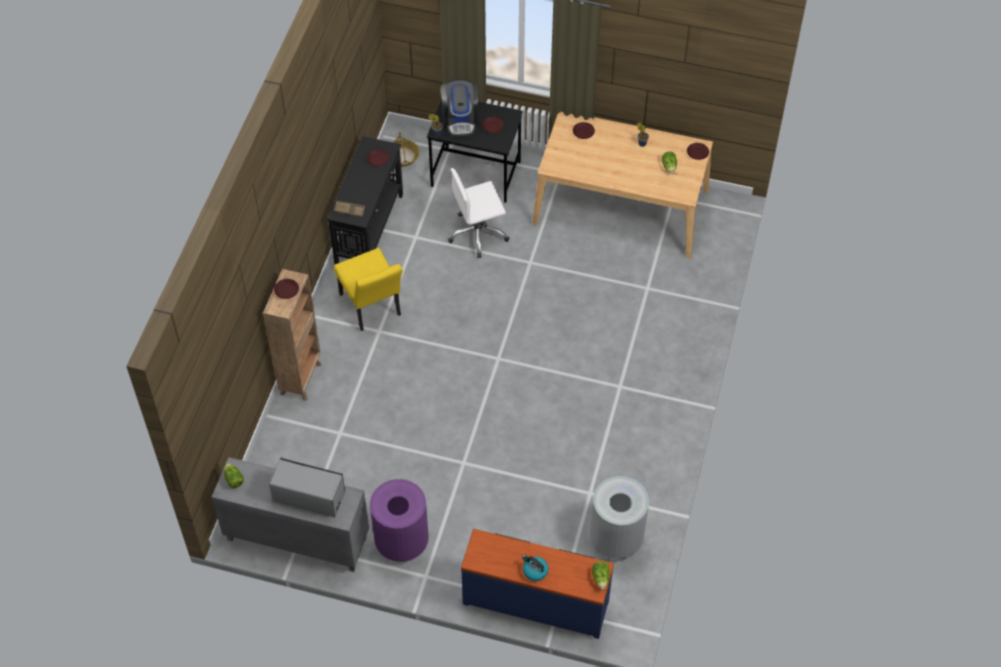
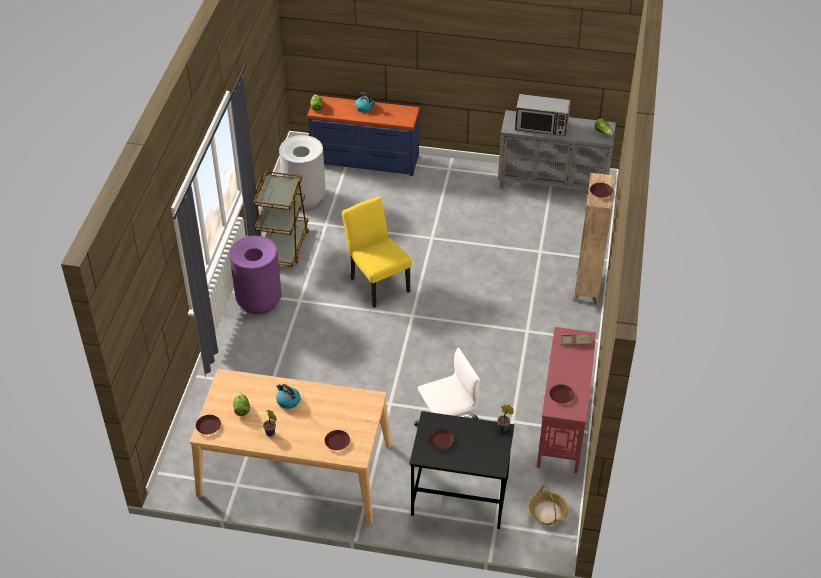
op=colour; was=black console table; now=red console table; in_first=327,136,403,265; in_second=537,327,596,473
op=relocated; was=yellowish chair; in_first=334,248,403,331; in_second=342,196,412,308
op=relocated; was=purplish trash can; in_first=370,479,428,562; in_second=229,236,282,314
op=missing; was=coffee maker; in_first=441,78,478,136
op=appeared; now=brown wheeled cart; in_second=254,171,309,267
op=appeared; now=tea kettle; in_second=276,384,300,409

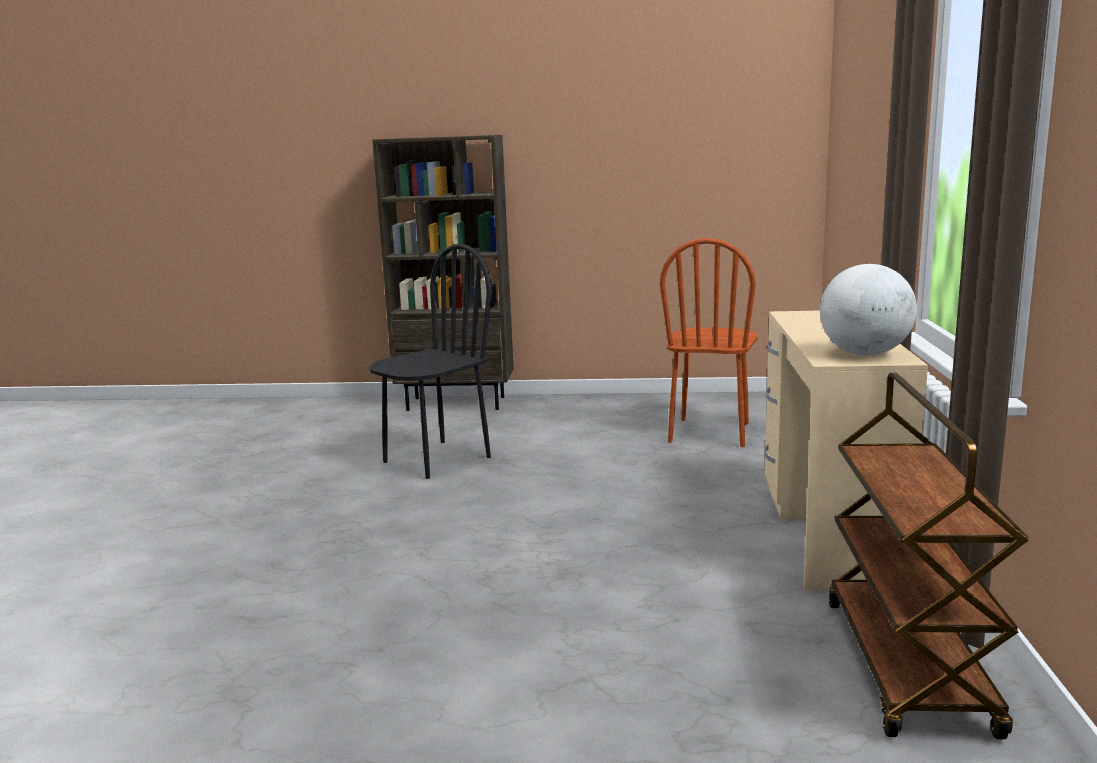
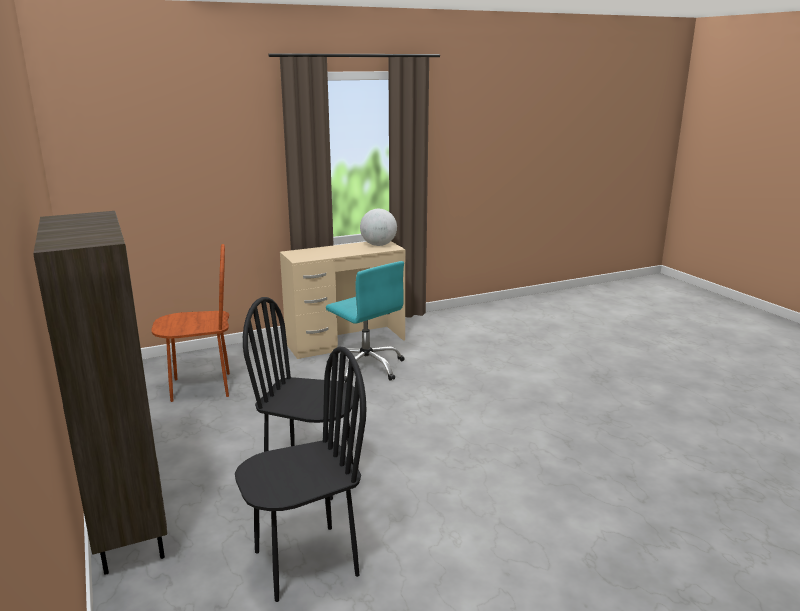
op=missing; was=brown wheeled cart; in_first=829,373,1029,739
op=appeared; now=black chair; in_second=235,346,366,602
op=appeared; now=turquoise-coloured office chair; in_second=326,261,404,383

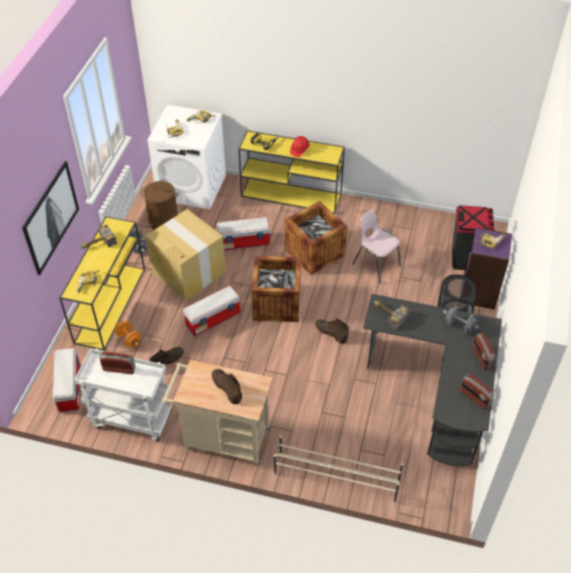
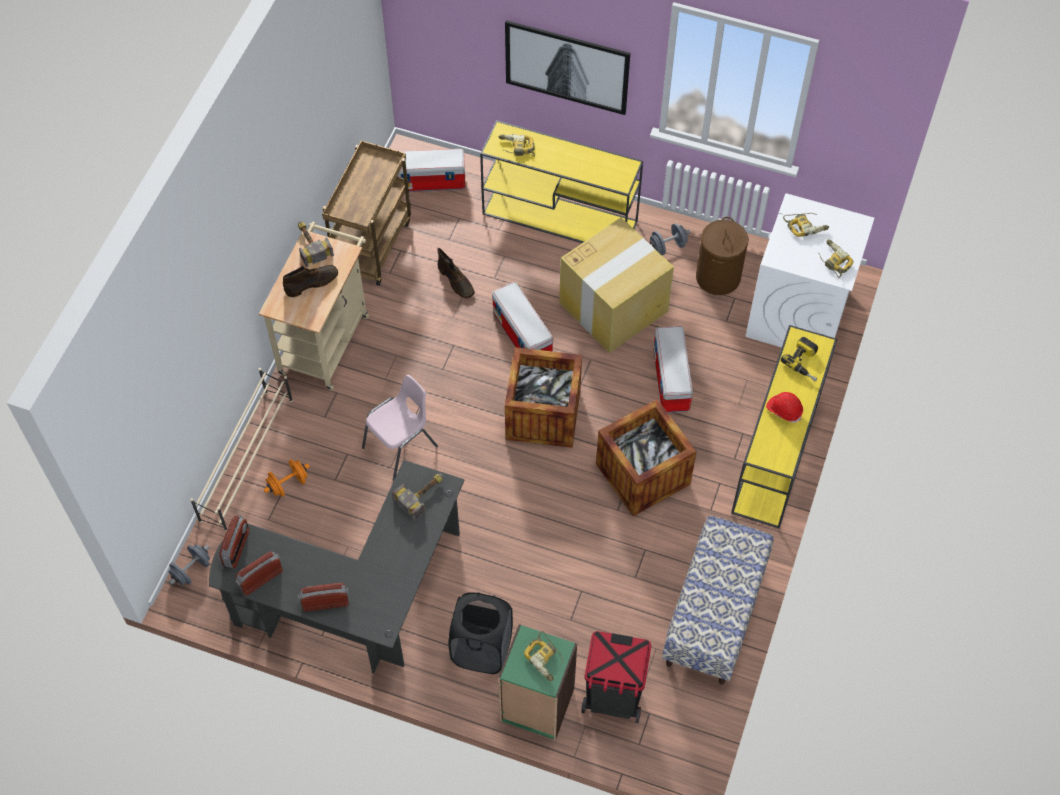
op=colour; was=white wheeled cart; now=brown wheeled cart; in_first=74,348,173,442; in_second=322,141,411,286
op=relocated; was=hand hammer; in_first=80,224,117,249; in_second=298,221,334,267
op=relocated; was=radio receiver; in_first=99,351,135,374; in_second=219,514,249,568
op=relocated; was=orange-coloured free weight; in_first=115,321,141,347; in_second=264,459,310,497
op=missing; was=brown boot; in_first=315,319,349,344
op=relocated; was=pinkish chair; in_first=352,209,401,284; in_second=362,375,438,481
op=relocated; was=gray free weight; in_first=443,306,479,333; in_second=168,544,210,585
op=colour; was=purplish bookshelf; now=green bookshelf; in_first=465,228,512,310; in_second=498,624,577,740
op=appeared; now=indoor bench; in_second=662,516,773,685

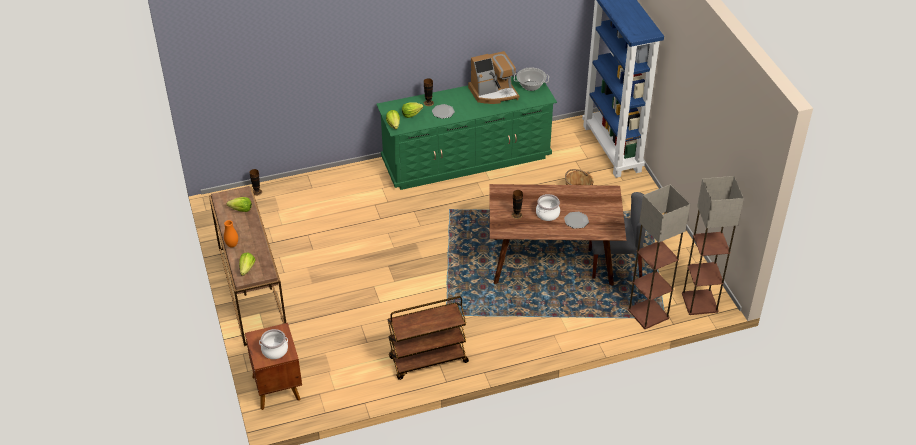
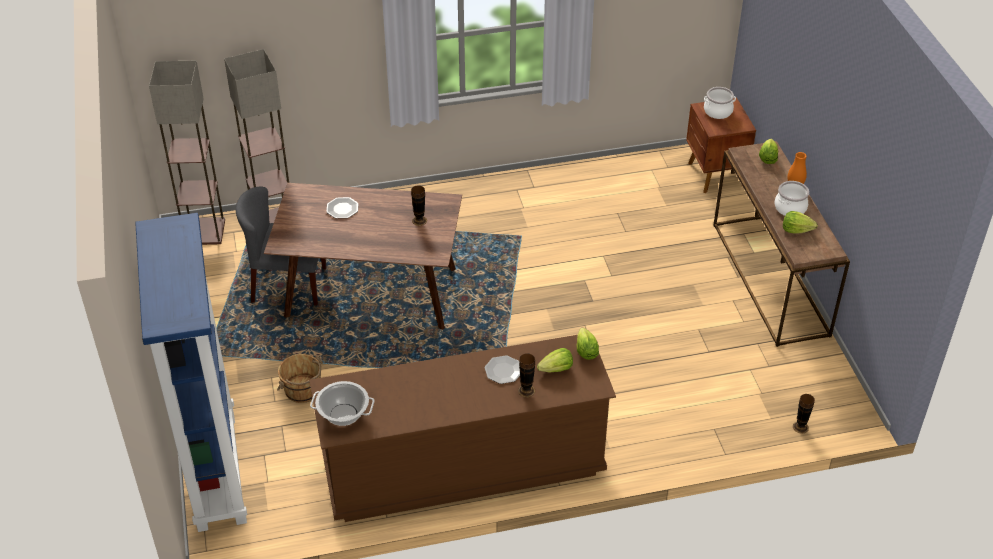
op=colour; was=green drawer chest; now=brown drawer chest; in_first=376,76,557,190; in_second=309,335,616,522
op=missing; was=brown wheeled cart; in_first=387,296,469,380
op=missing; was=coffee maker; in_first=468,51,519,104
op=relocated; was=stockpot; in_first=536,194,560,221; in_second=775,181,809,216

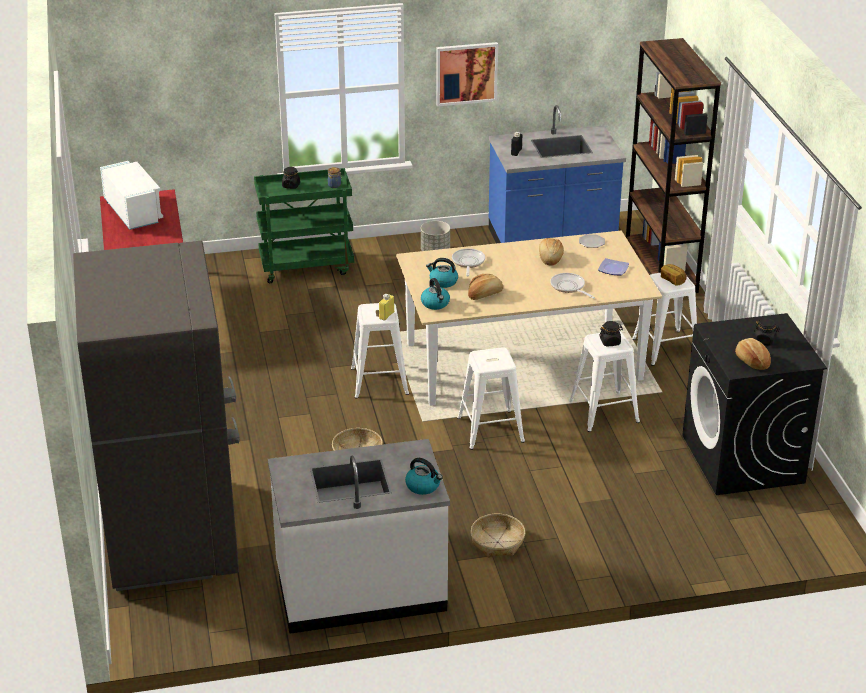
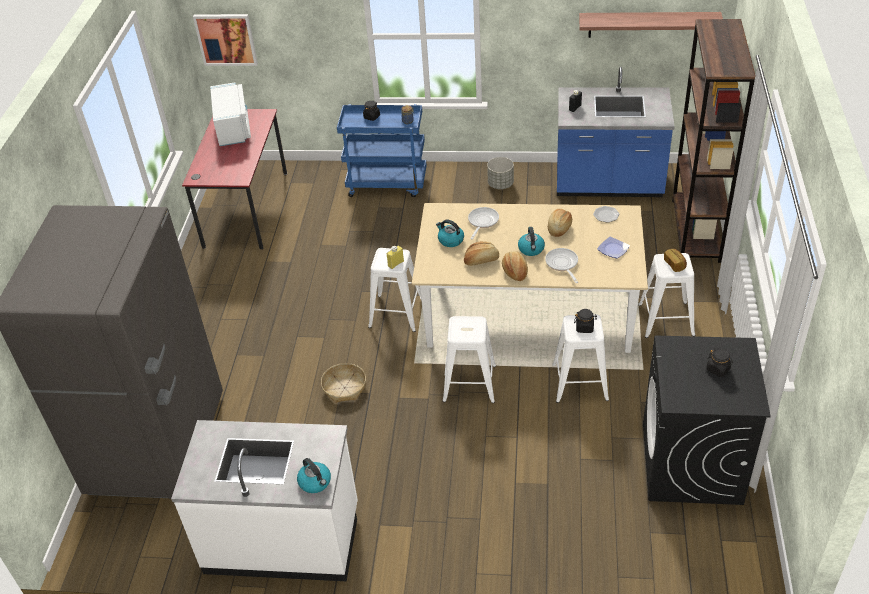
op=colour; was=green wheeled cart; now=bluish wheeled cart; in_first=254,168,354,283; in_second=337,104,427,197
op=relocated; was=tea kettle; in_first=421,278,450,310; in_second=518,227,545,256
op=relocated; was=wall art; in_first=436,42,498,106; in_second=193,14,258,66
op=missing; was=storage basket; in_first=471,514,525,557
op=relocated; was=baked bread; in_first=735,338,771,370; in_second=502,251,528,281
op=appeared; now=bracket shelf; in_second=579,12,723,38

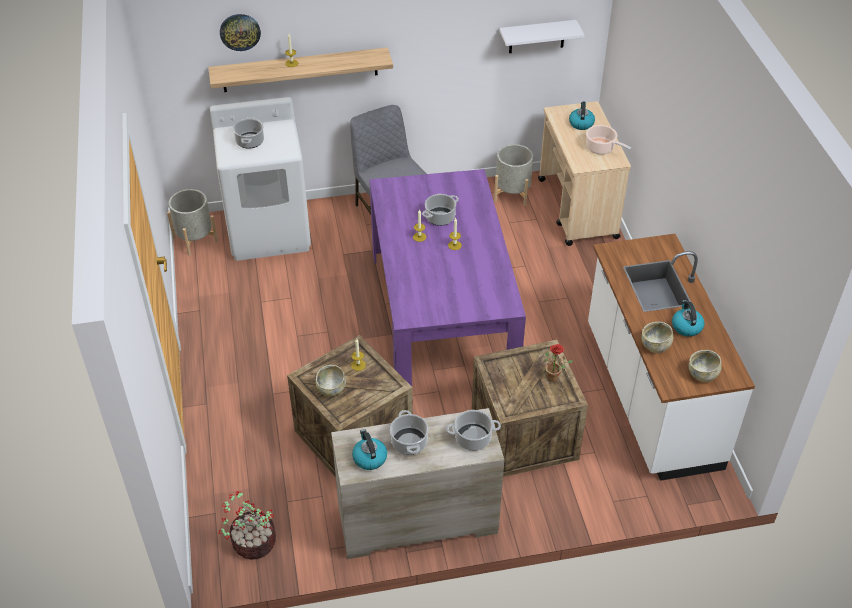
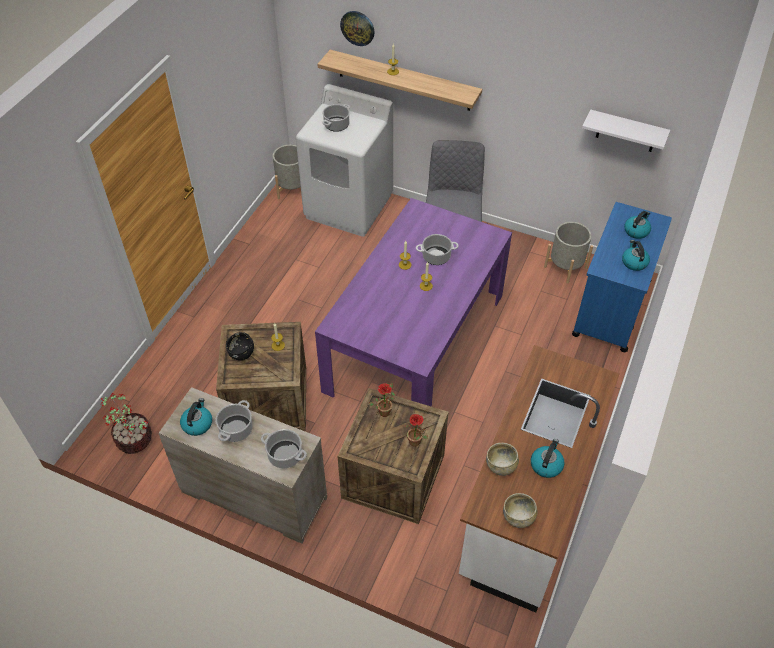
op=colour; was=beige serving bowl; now=black serving bowl; in_first=316,365,346,396; in_second=226,332,254,360
op=colour; was=beige wheeled cart; now=bluish wheeled cart; in_first=538,101,631,246; in_second=572,202,672,352
op=exchanged; was=stockpot; now=tea kettle; in_first=586,125,631,155; in_second=622,240,650,271
op=appeared; now=houseplant; in_second=369,383,395,417

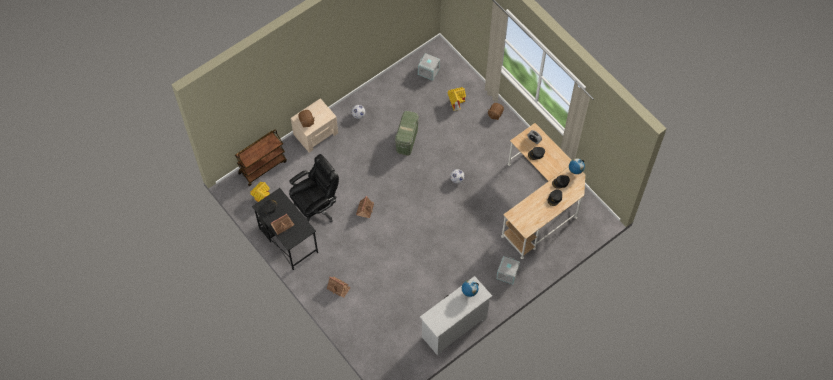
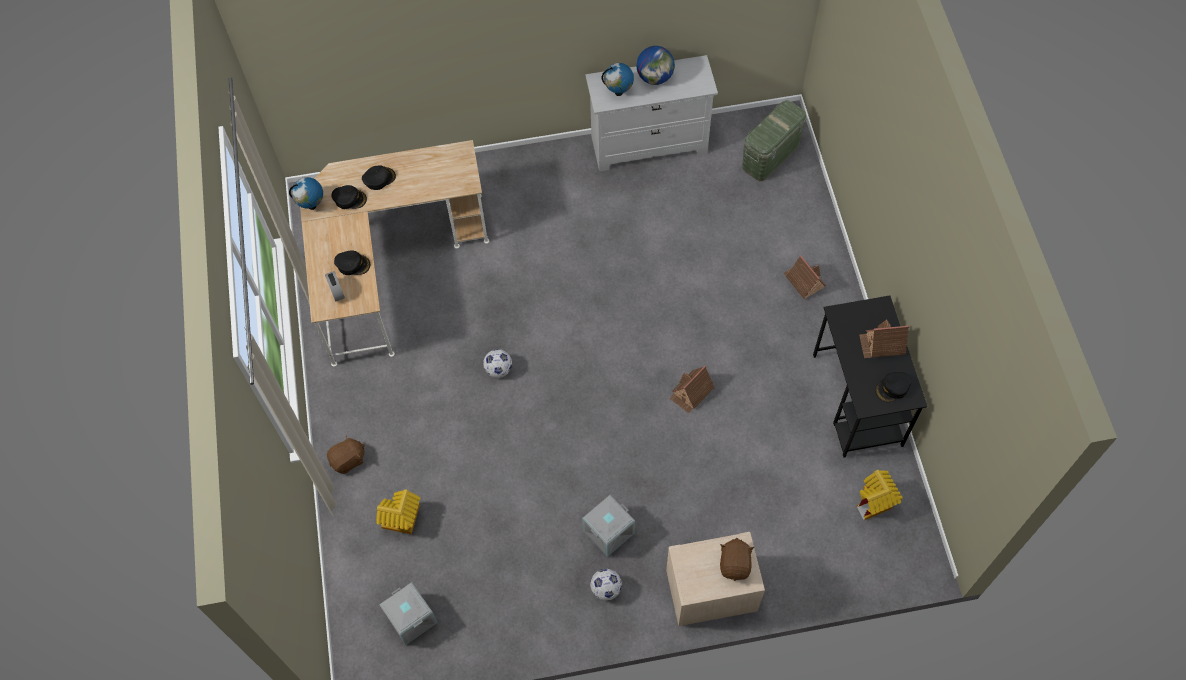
op=missing; was=brown wheeled cart; in_first=235,129,287,186
op=missing; was=black office chair; in_first=289,154,339,222
op=relocated; was=green storage bin; in_first=395,111,419,156; in_second=742,100,807,181
op=relocated; was=gray storage bin; in_first=496,256,520,284; in_second=582,495,635,557
op=appeared; now=desk globe; in_second=636,46,675,85

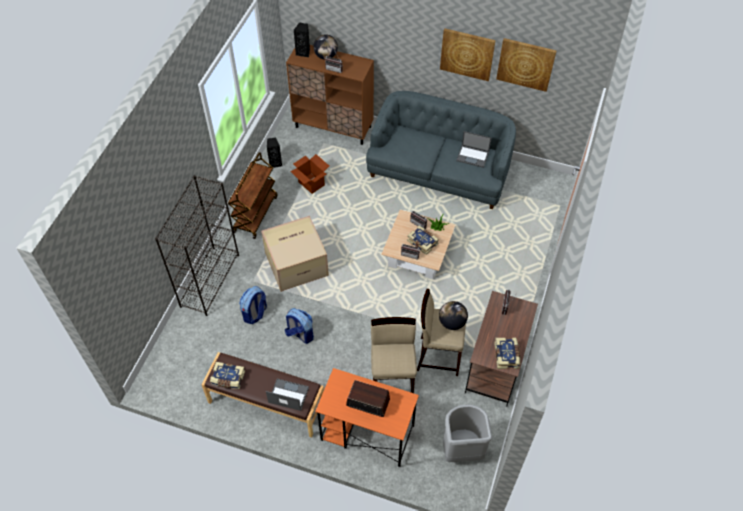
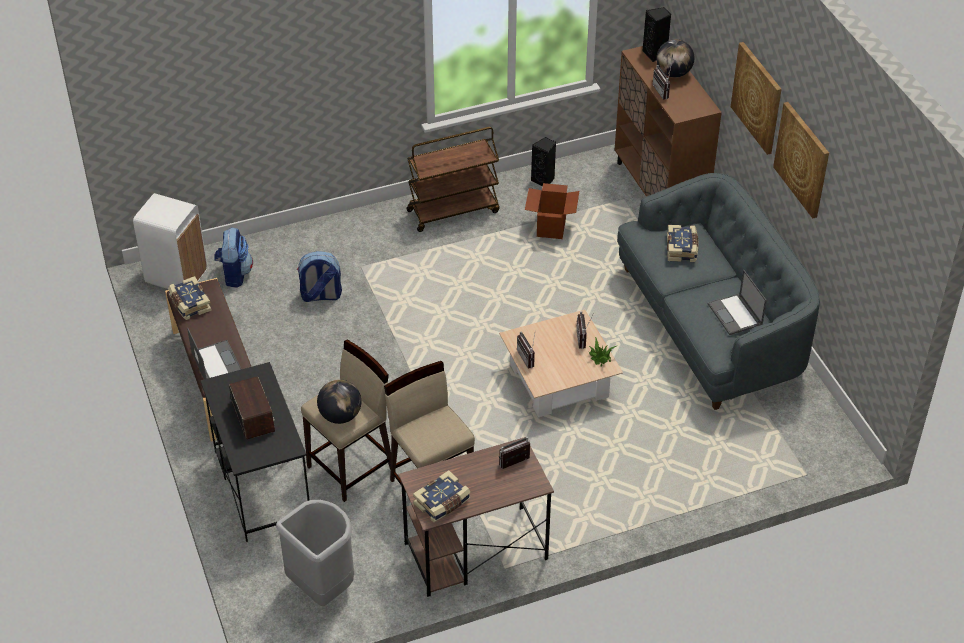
op=missing; was=black bookshelf; in_first=155,175,239,316
op=missing; was=packing box; in_first=261,216,329,292
op=relocated; was=rucksack; in_first=285,308,314,344; in_second=214,227,253,288
op=colour; was=orange-coloured desk table; now=black desk table; in_first=315,368,419,467; in_second=200,362,309,542
op=relocated; was=volume; in_first=407,226,439,255; in_second=667,225,699,262
op=relocated; was=desk globe; in_first=439,301,468,330; in_second=317,379,361,424
op=relocated; was=wall art; in_first=496,38,557,92; in_second=731,42,782,155
op=appeared; now=white trash can; in_second=133,193,207,289

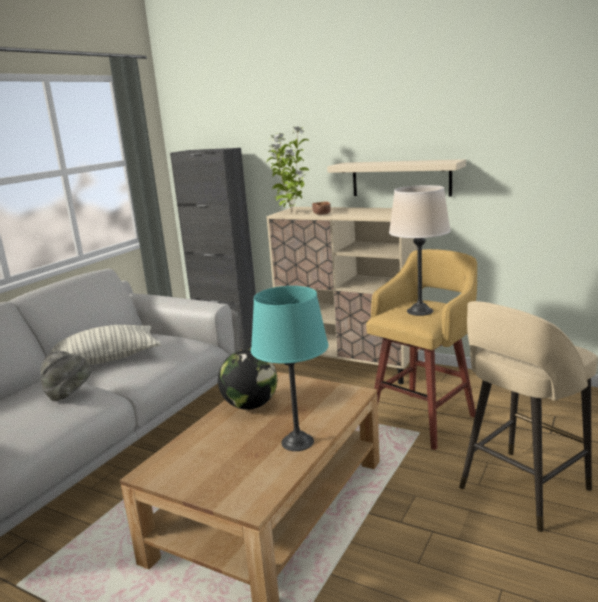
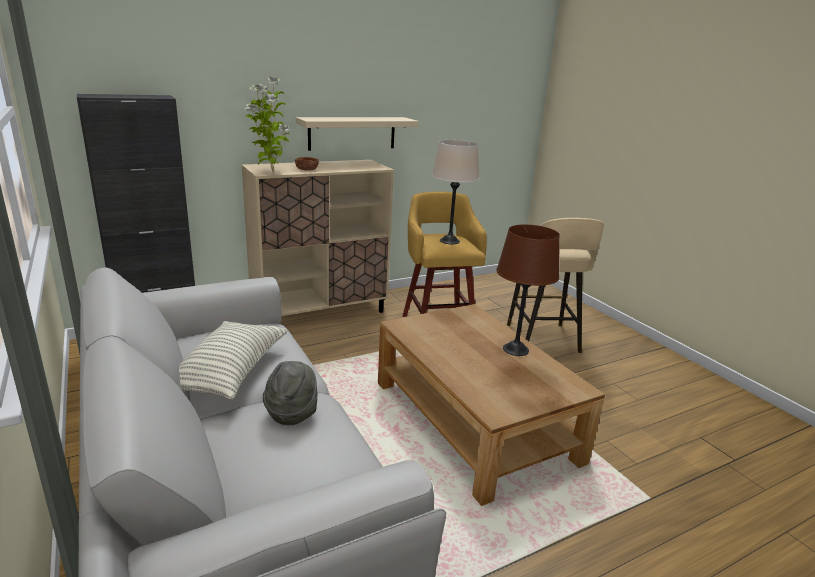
op=missing; was=desk globe; in_first=218,350,277,410
op=colour; was=turquoise-coloured tabletop lamp; now=brown tabletop lamp; in_first=251,286,328,451; in_second=496,224,560,356

